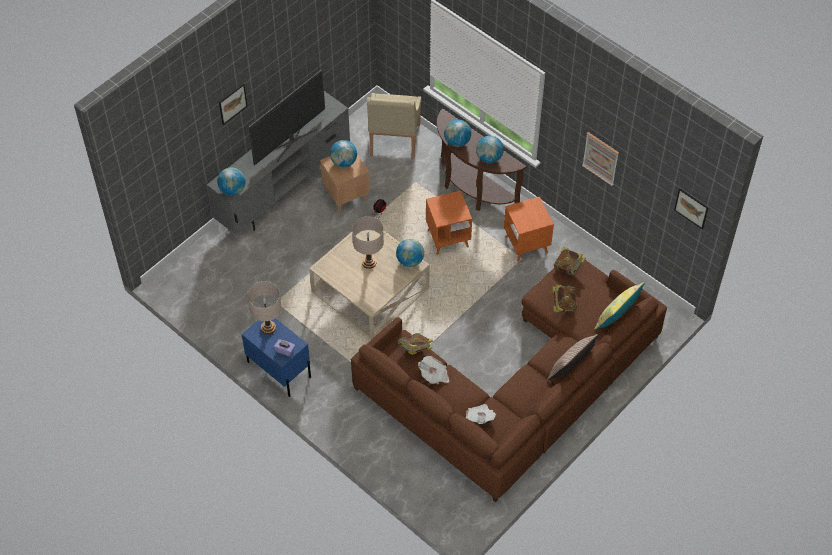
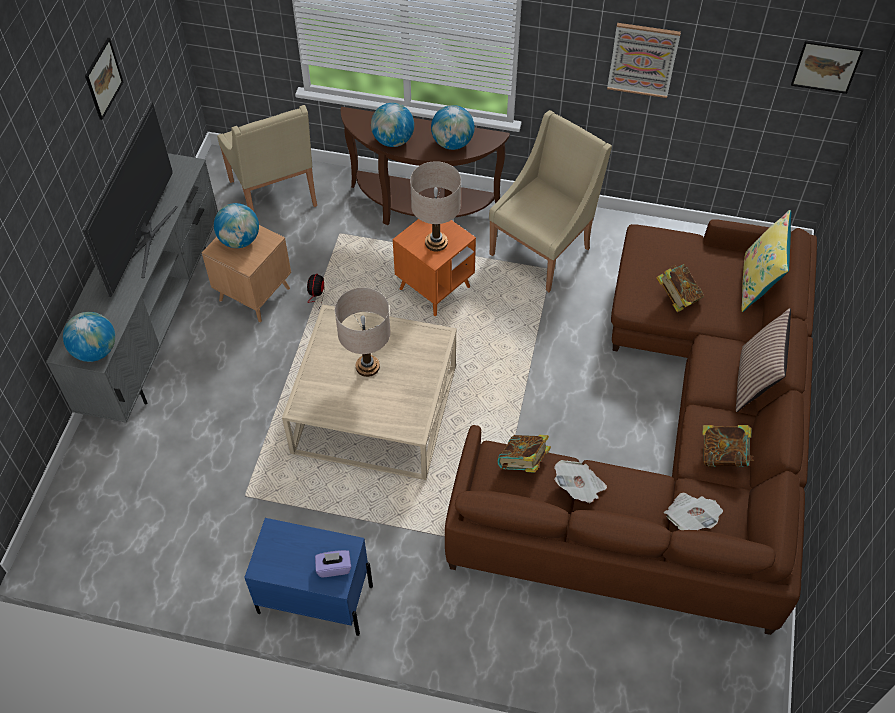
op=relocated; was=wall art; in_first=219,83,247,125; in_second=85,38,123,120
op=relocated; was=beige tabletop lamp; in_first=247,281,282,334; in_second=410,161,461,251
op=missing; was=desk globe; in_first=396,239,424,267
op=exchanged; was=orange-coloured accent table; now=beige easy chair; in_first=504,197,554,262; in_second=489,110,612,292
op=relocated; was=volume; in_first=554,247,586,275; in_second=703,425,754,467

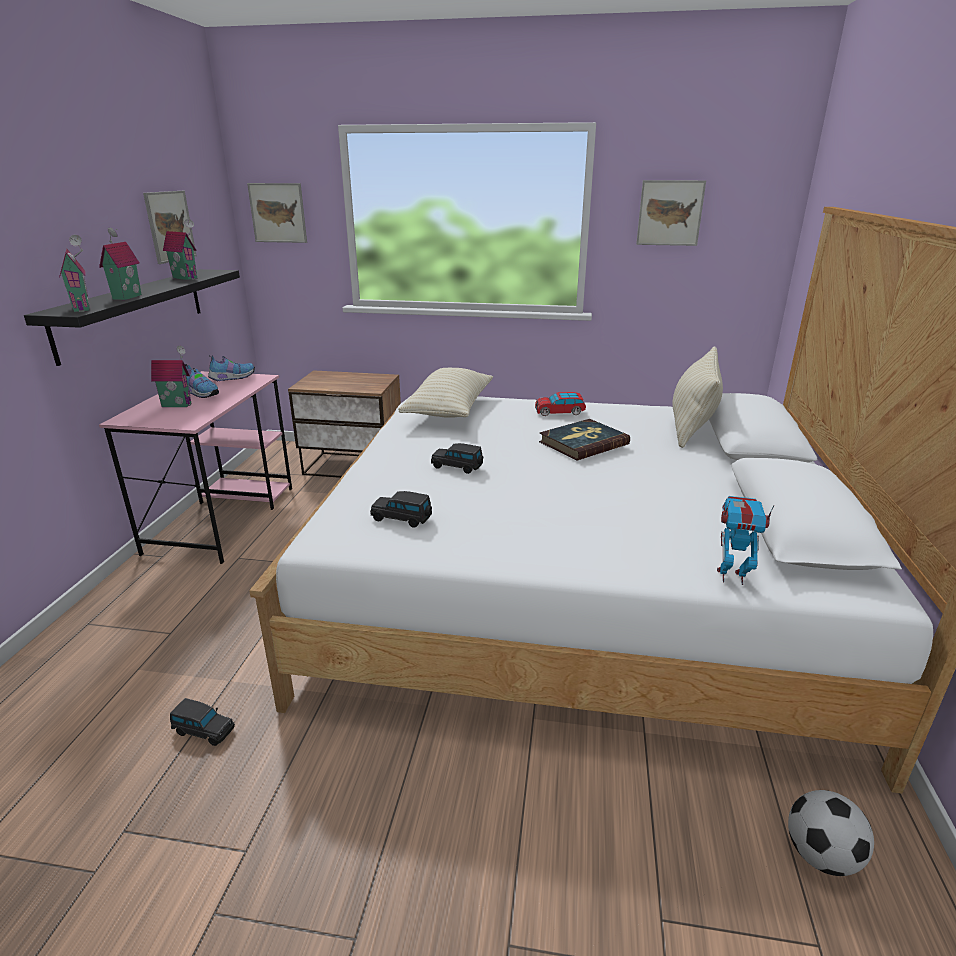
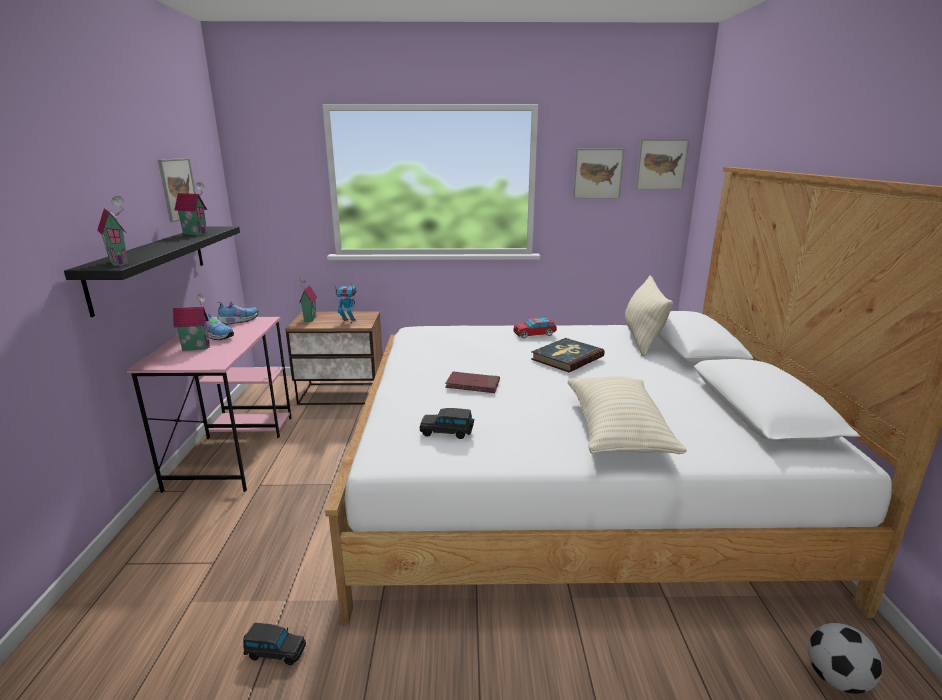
op=relocated; was=miniature house; in_first=99,227,142,300; in_second=299,278,317,322
op=relocated; was=wall art; in_first=247,183,307,243; in_second=635,139,690,190
op=relocated; was=beige pillow; in_first=398,368,493,417; in_second=567,376,687,454
op=exchanged; was=black model car; now=red volume; in_first=431,443,483,474; in_second=445,372,500,393
op=relocated; was=toy robot; in_first=717,496,774,585; in_second=334,283,357,323

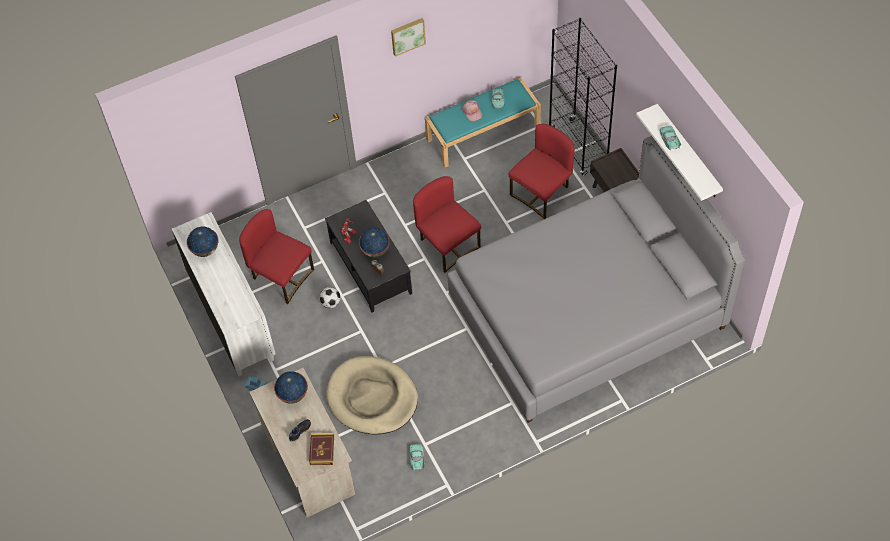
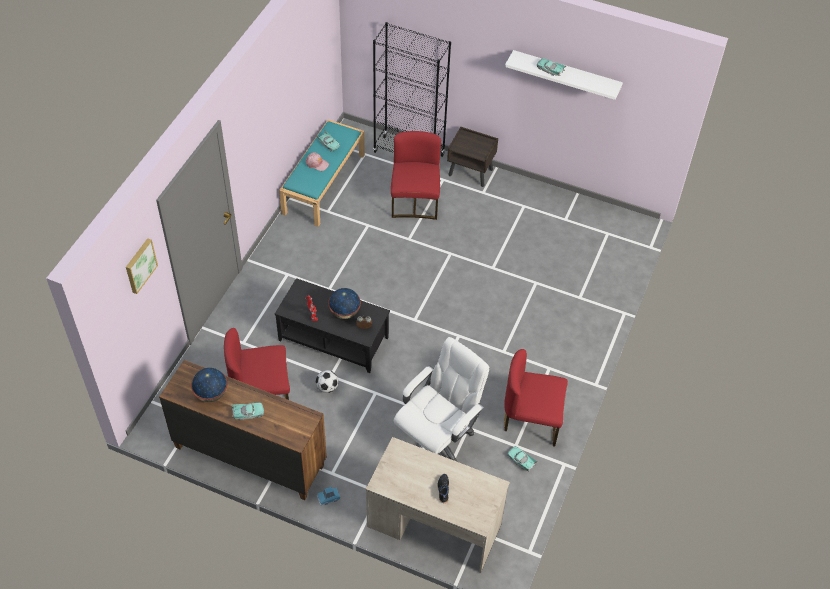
op=colour; was=white drawer chest; now=brown drawer chest; in_first=172,212,276,376; in_second=159,360,327,500
op=missing; was=desk globe; in_first=274,371,308,404
op=missing; was=volume; in_first=309,433,334,465
op=exchanged; was=beige pet bed; now=white office chair; in_first=326,356,418,435; in_second=394,337,489,462
op=relocated; was=wall art; in_first=391,18,426,57; in_second=126,238,158,294
op=relocated; was=red chair; in_first=413,176,481,273; in_second=504,349,568,447
op=missing; was=gray sleeping bed; in_first=447,136,745,423
op=appeared; now=turquoise-coloured model car; in_second=231,403,264,420

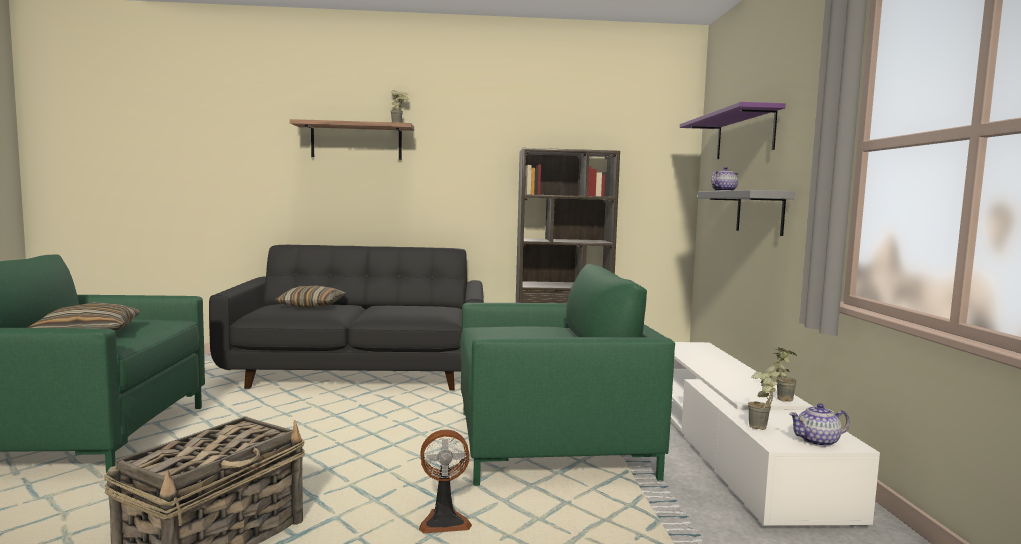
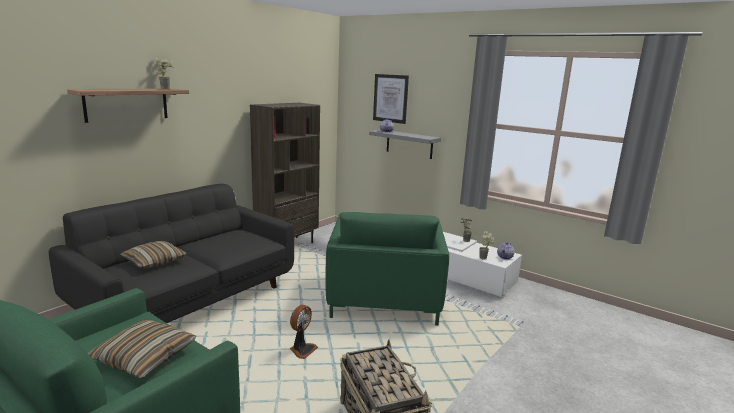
op=relocated; was=fan; in_first=419,429,472,533; in_second=290,305,318,359
op=spun; was=green easy chair; in_first=460,264,675,486; in_second=325,212,449,325; clockwise=150
op=exchanged; was=purplish bracket shelf; now=wall art; in_first=680,102,786,159; in_second=373,74,409,124

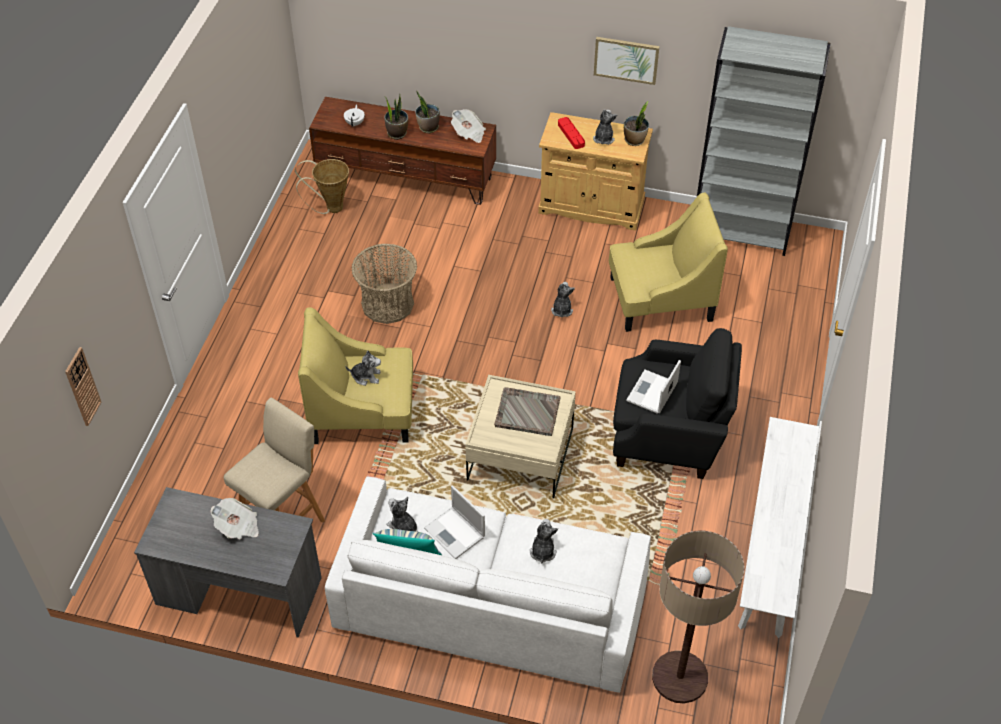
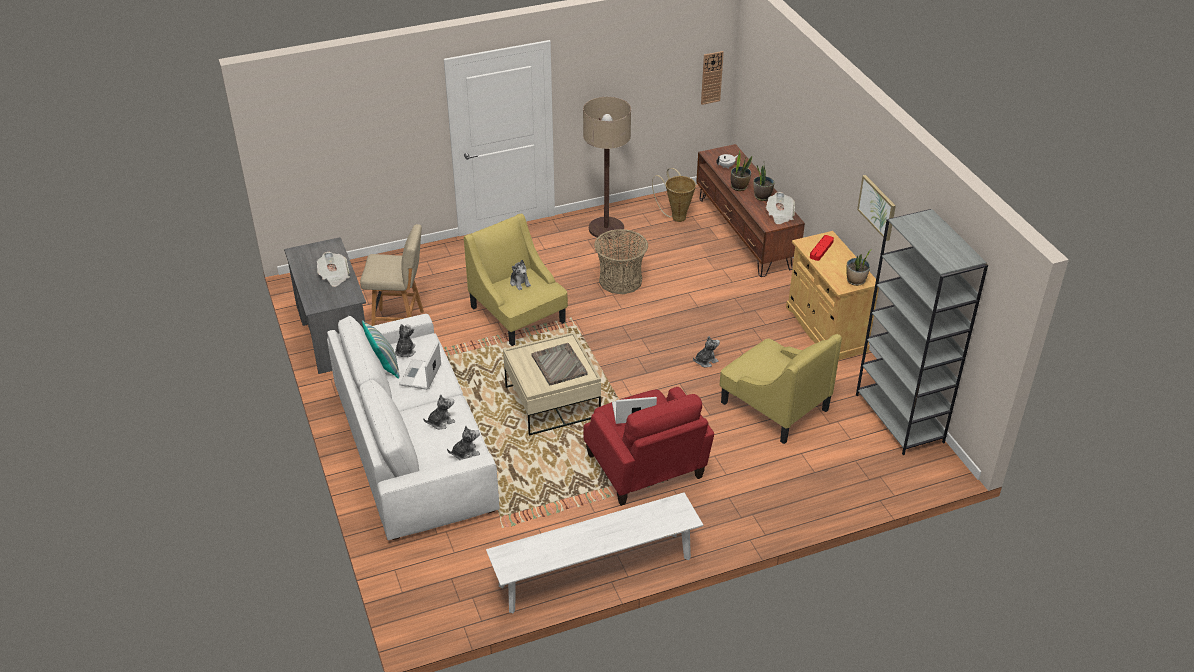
op=relocated; was=hanging clock; in_first=65,347,101,426; in_second=701,51,724,105
op=relocated; was=cuddly toy; in_first=593,109,617,145; in_second=447,426,480,460
op=colour; was=black easy chair; now=red easy chair; in_first=613,328,742,479; in_second=583,387,714,506
op=relocated; was=standing lamp; in_first=652,531,745,703; in_second=583,97,631,239

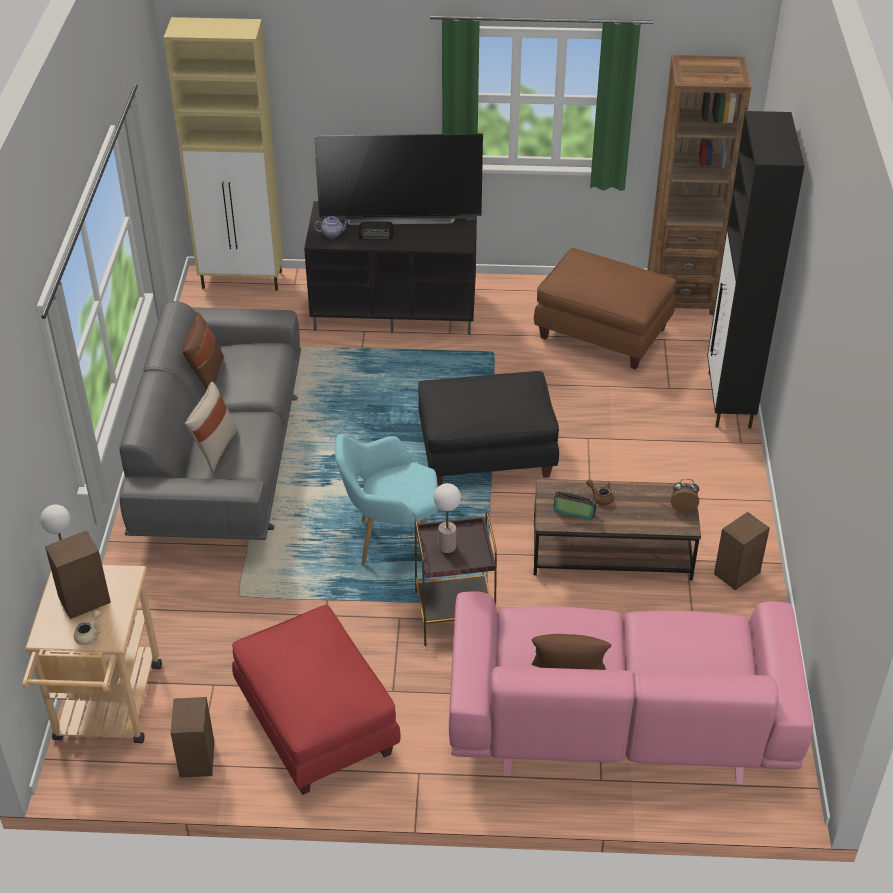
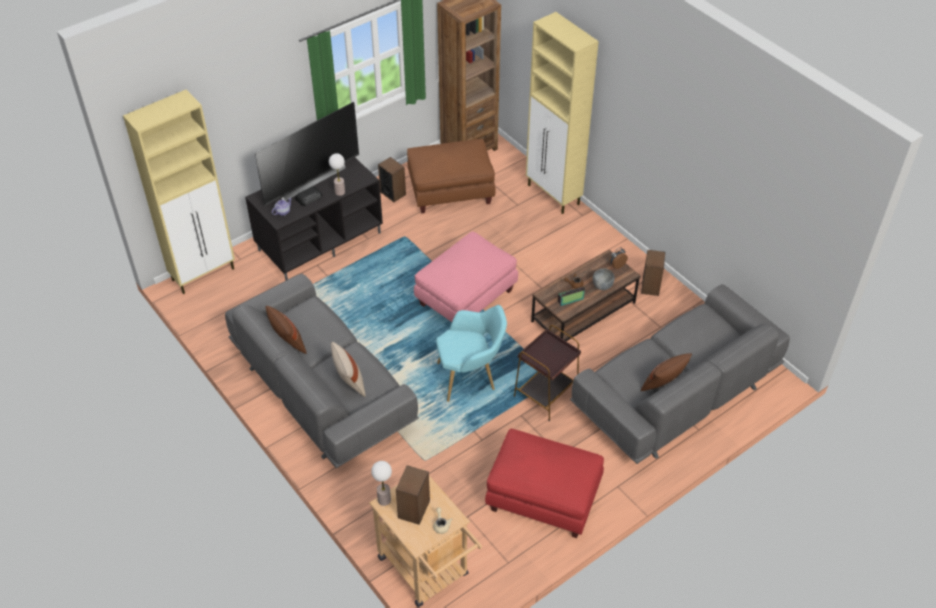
op=relocated; was=speaker; in_first=171,697,214,778; in_second=378,157,406,202
op=spun; was=turquoise-coloured easy chair; in_first=335,434,438,566; in_second=436,305,507,402; clockwise=-150
op=colour; was=black ottoman; now=pinkish ottoman; in_first=418,371,559,486; in_second=414,232,518,322
op=relocated; was=tabletop lamp; in_first=434,483,461,553; in_second=329,153,345,196
op=colour; was=pinkish couch; now=gray couch; in_first=449,591,813,785; in_second=570,284,790,464
op=colour; was=black cupboard; now=beige cupboard; in_first=707,111,805,428; in_second=526,12,599,214
op=appeared; now=gray serving bowl; in_second=592,268,614,290

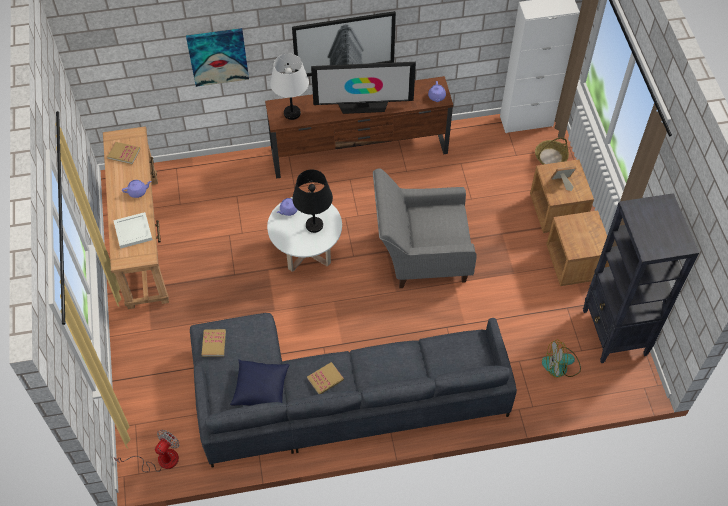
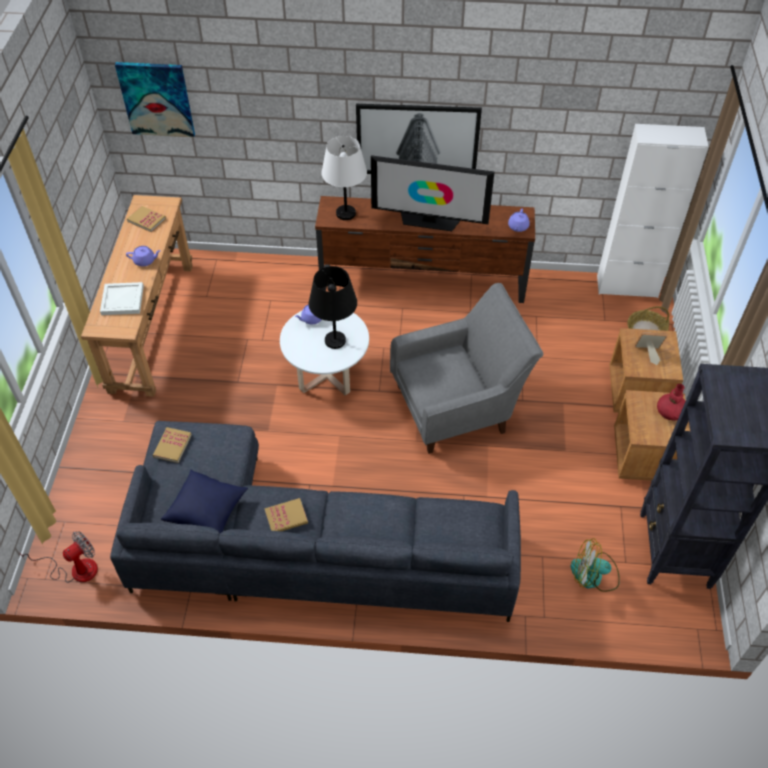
op=relocated; was=wall art; in_first=186,28,249,87; in_second=115,62,195,137
op=spun; was=gray easy chair; in_first=373,169,477,288; in_second=390,283,543,454; clockwise=150
op=appeared; now=red decorative vase; in_second=657,384,685,421

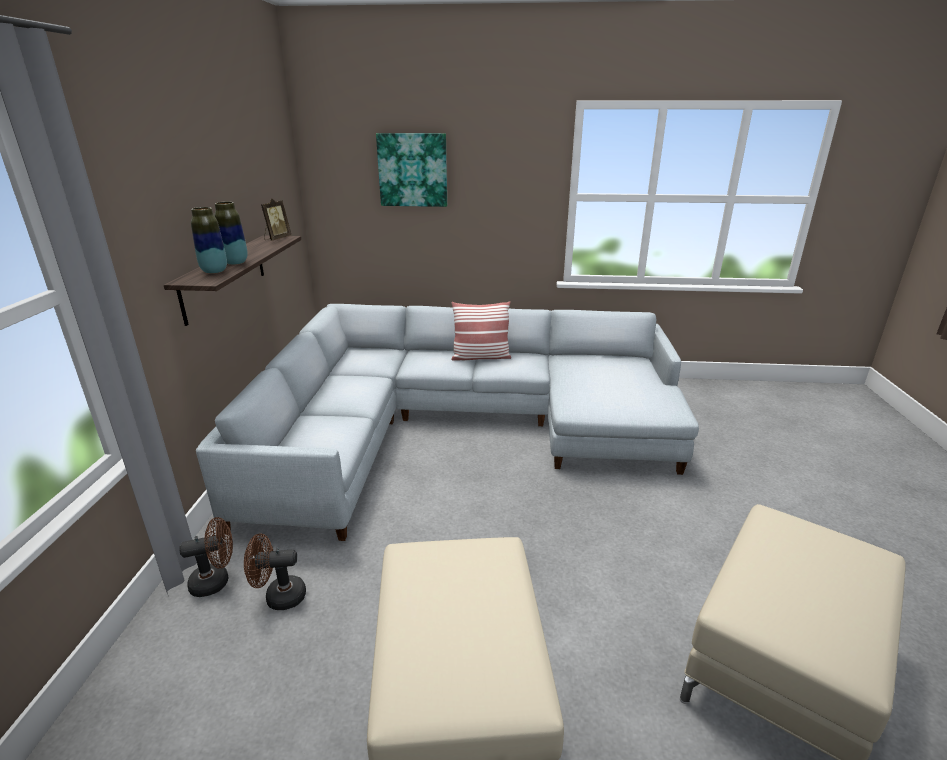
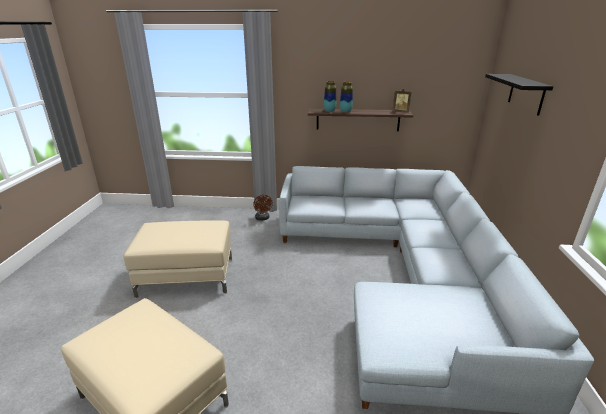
op=missing; was=brown fan; in_first=244,533,306,610
op=exchanged; was=wall art; now=black bracket shelf; in_first=376,133,447,207; in_second=485,74,553,115
op=missing; was=pillow; in_first=451,301,511,361

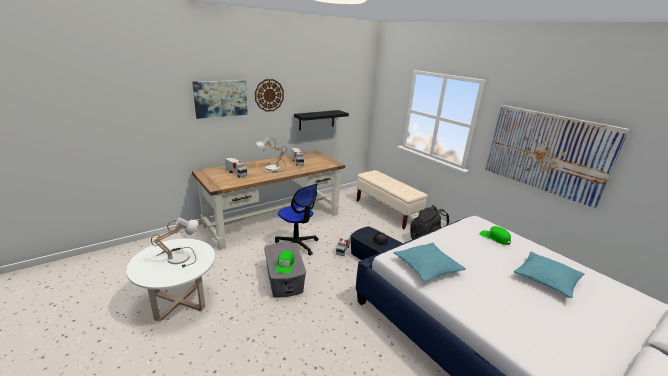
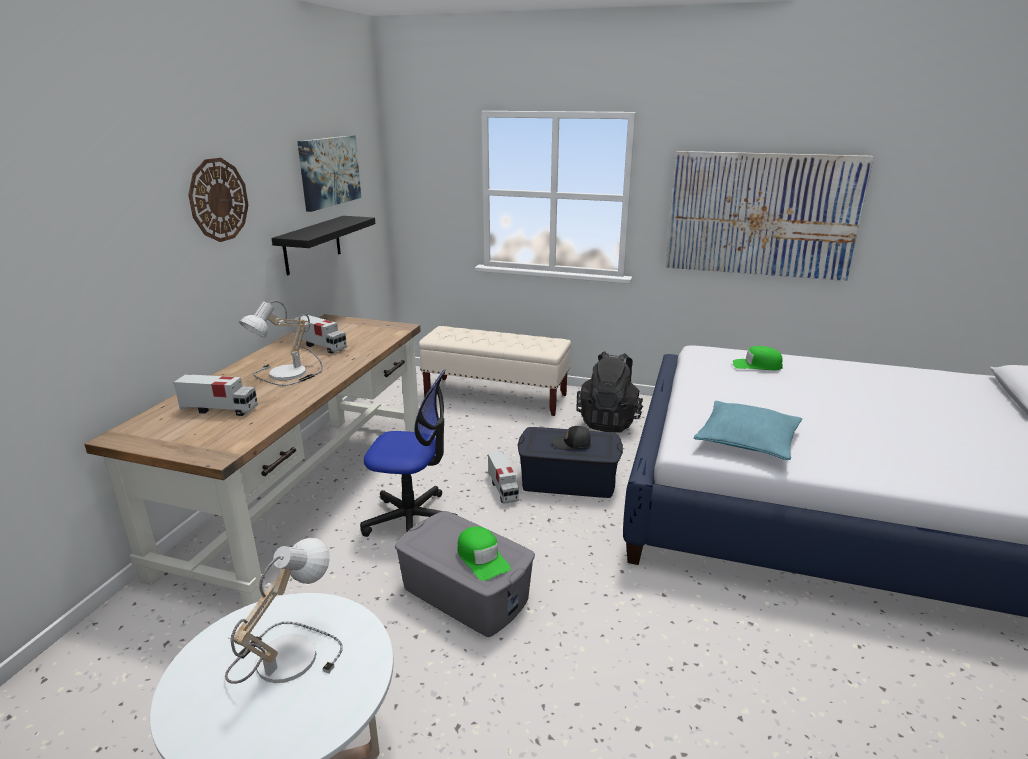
op=relocated; was=wall art; in_first=192,80,248,119; in_second=297,135,361,212
op=missing; was=turquoise-coloured pillow; in_first=514,252,584,298

